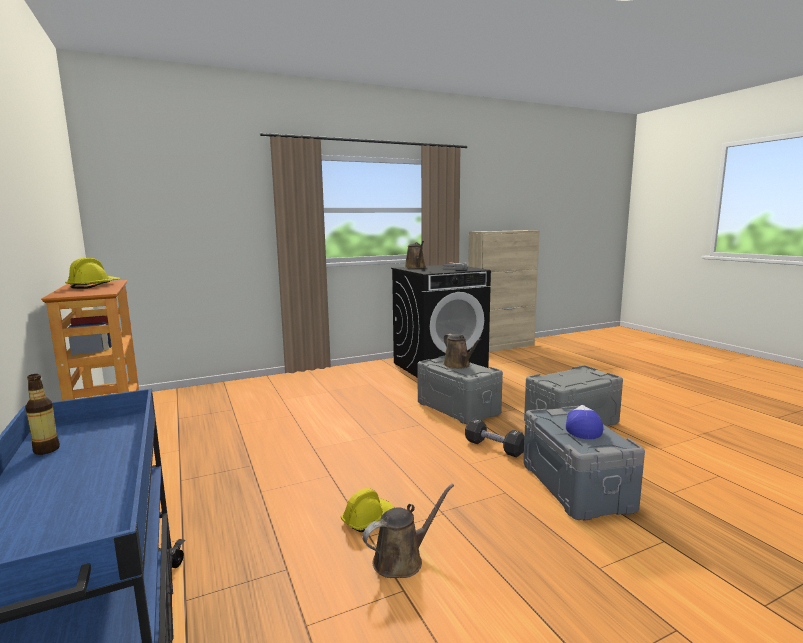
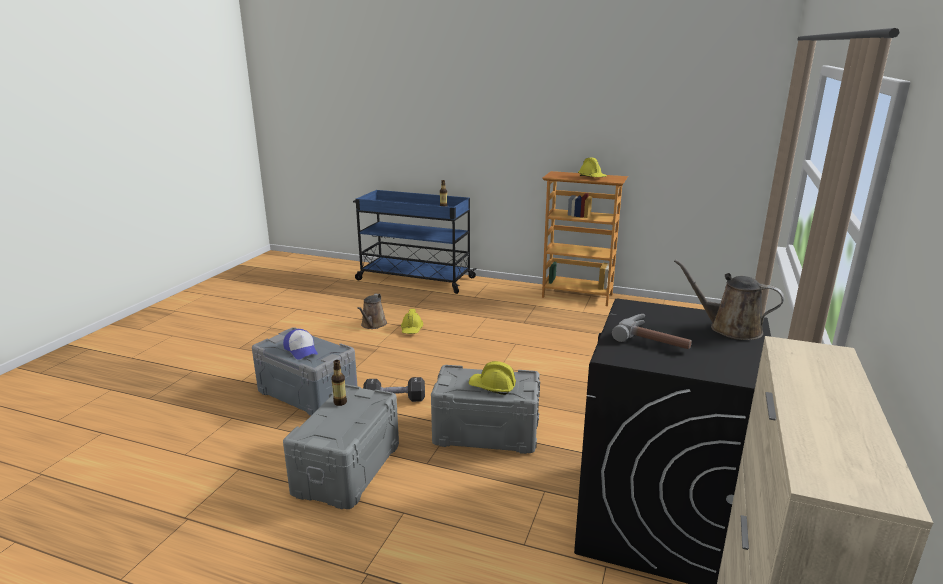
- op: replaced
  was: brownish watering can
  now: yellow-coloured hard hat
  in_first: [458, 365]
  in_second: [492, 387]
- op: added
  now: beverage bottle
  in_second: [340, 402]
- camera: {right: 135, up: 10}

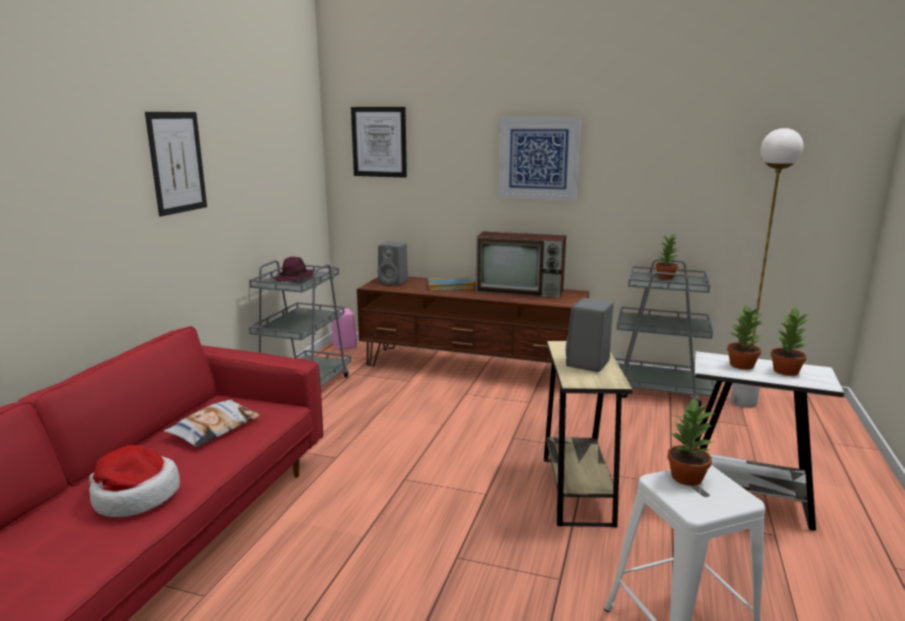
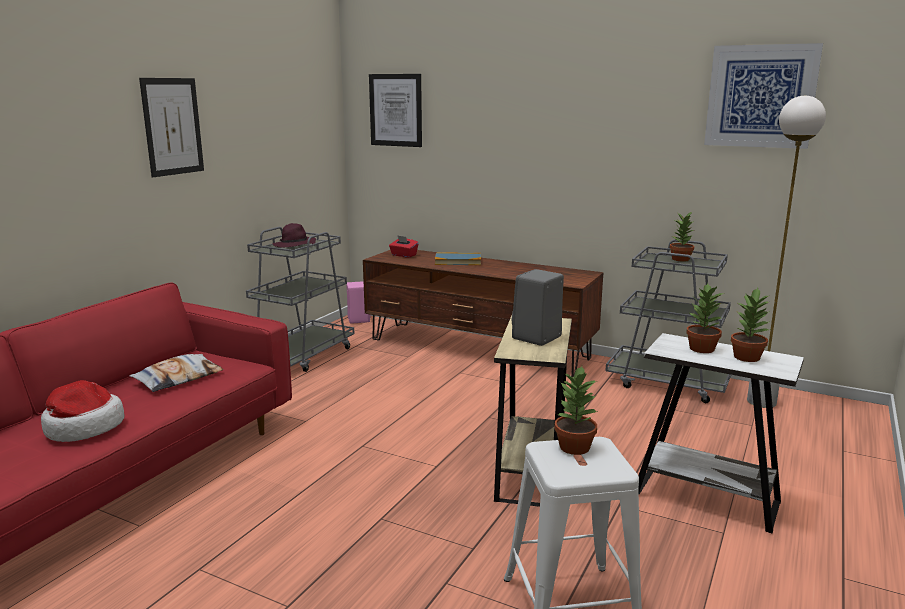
- op: replaced
  was: gray audio speaker
  now: reddish box of tissues
  in_first: [394, 282]
  in_second: [403, 255]
- op: removed
  was: TV set
  in_first: [521, 291]
- op: moved
  was: wall picture
  in_first: [538, 158]
  in_second: [761, 96]
- camera: {right: 10, up: 0}

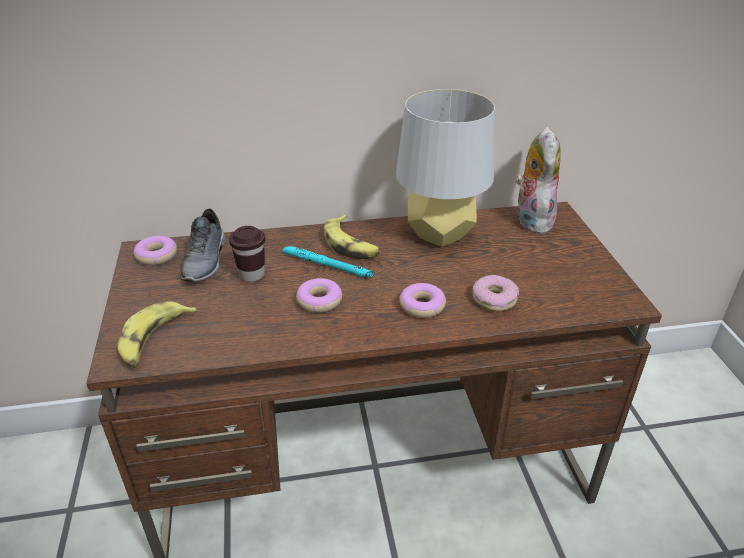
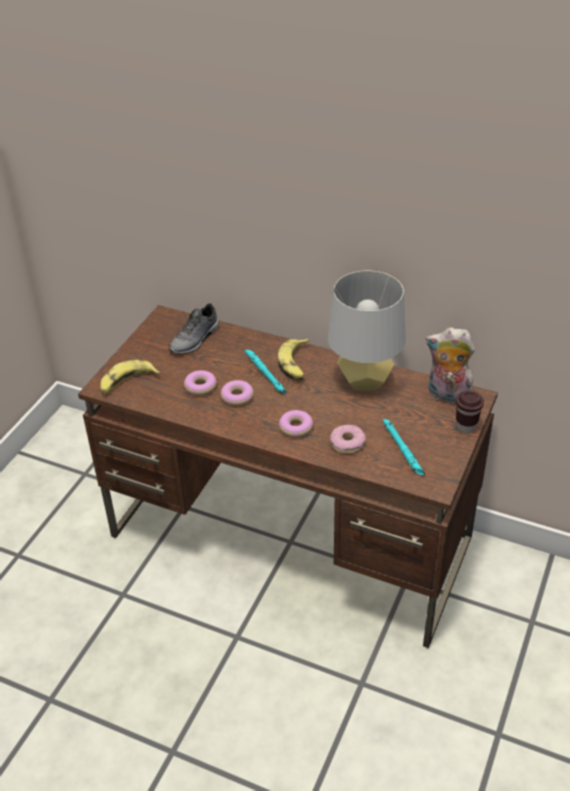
- op: moved
  was: doughnut
  in_first: [157, 256]
  in_second: [200, 387]
- op: moved
  was: brownish small cup
  in_first: [252, 275]
  in_second: [466, 427]
- op: turned
  was: plush toy
  in_first: [531, 220]
  in_second: [447, 396]
  clockwise: -105
- op: added
  now: turquoise-coloured torch
  in_second: [402, 449]
- camera: {right: 35, up: 5}

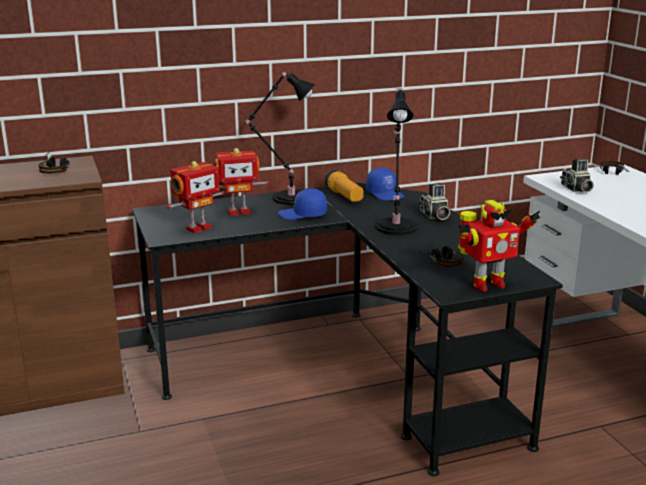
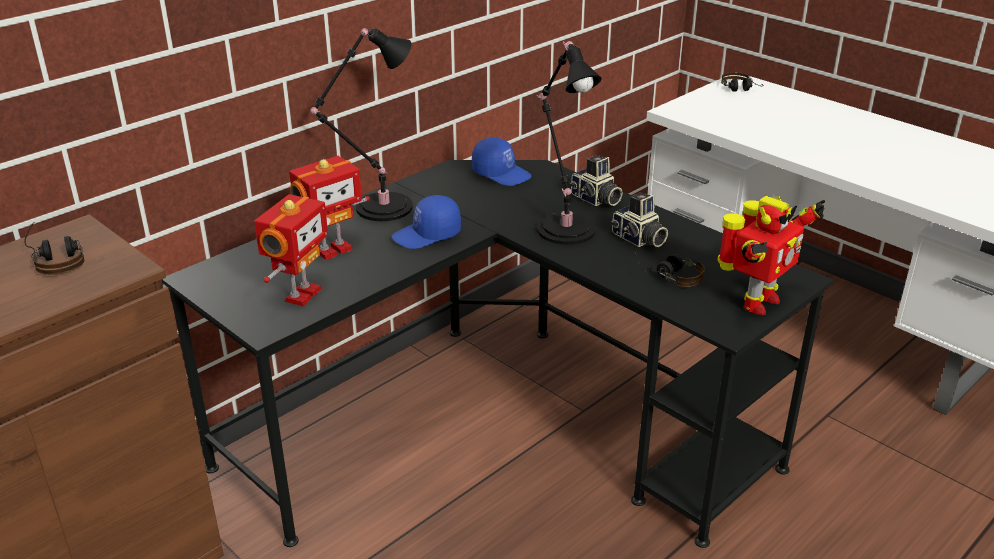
- op: removed
  was: torch
  in_first: [344, 196]
- op: moved
  was: still camera
  in_first: [576, 189]
  in_second: [638, 239]
- camera: {right: -25, up: 10}

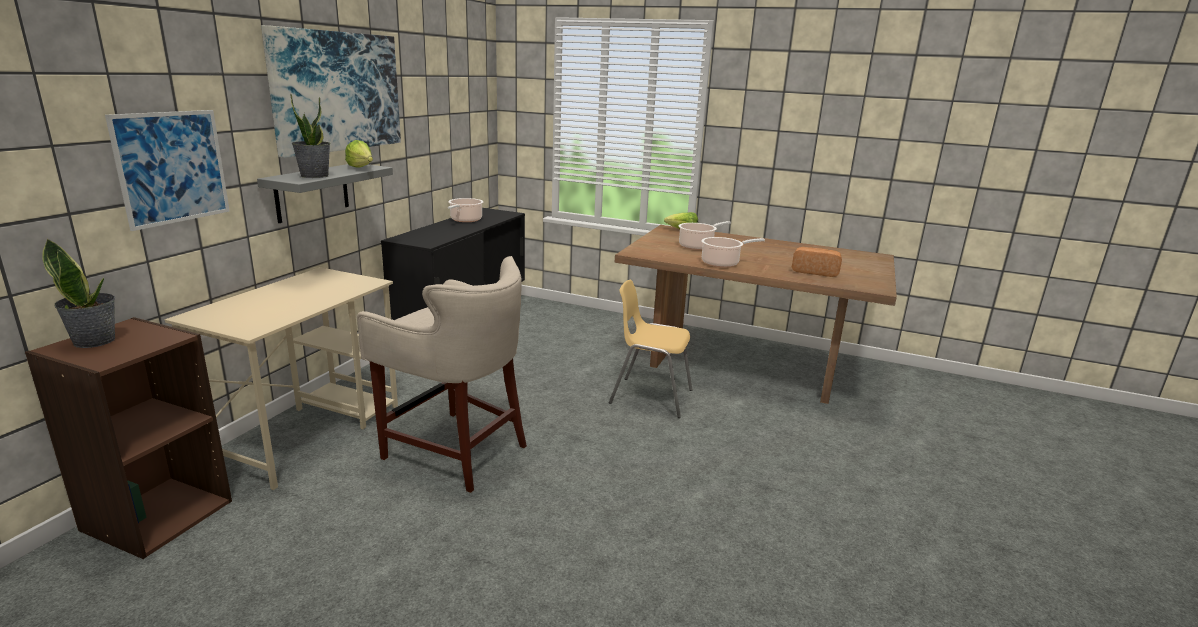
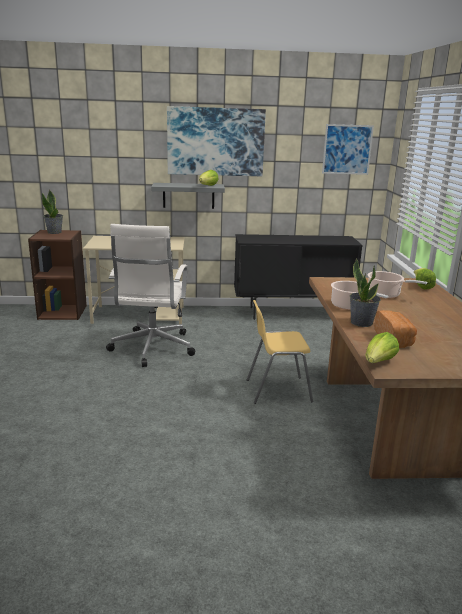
- op: moved
  was: wall picture
  in_first: [172, 167]
  in_second: [347, 149]
- op: moved
  was: houseplant
  in_first: [314, 176]
  in_second: [361, 322]
- op: replaced
  was: beige stool seat
  now: white-coloured office chair
  in_first: [456, 450]
  in_second: [152, 348]
- op: removed
  was: saucepot
  in_first: [465, 220]
- op: turned
  was: yellow-coloured plain chair
  in_first: [650, 396]
  in_second: [277, 390]
  clockwise: -90
- op: added
  now: head of lettuce
  in_second: [378, 363]
- camera: {right: 65, up: 0}

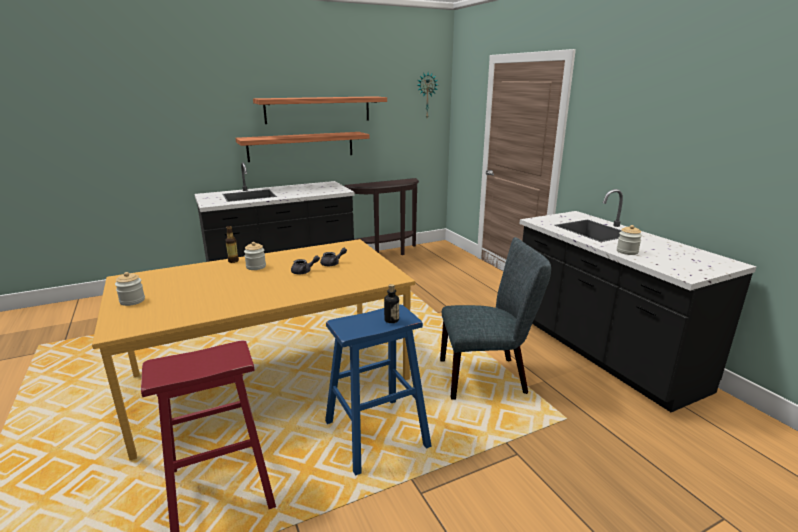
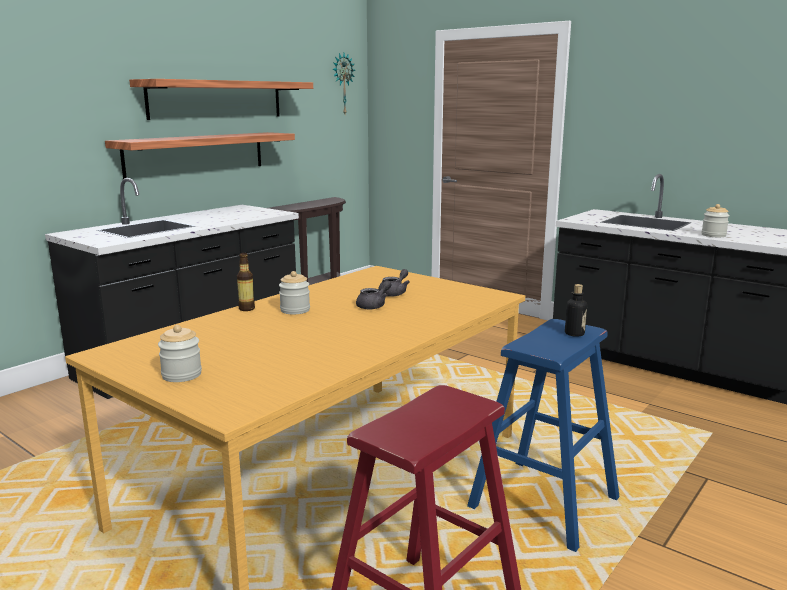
- op: removed
  was: gray plain chair
  in_first: [488, 377]
- camera: {right: -25, up: -5}

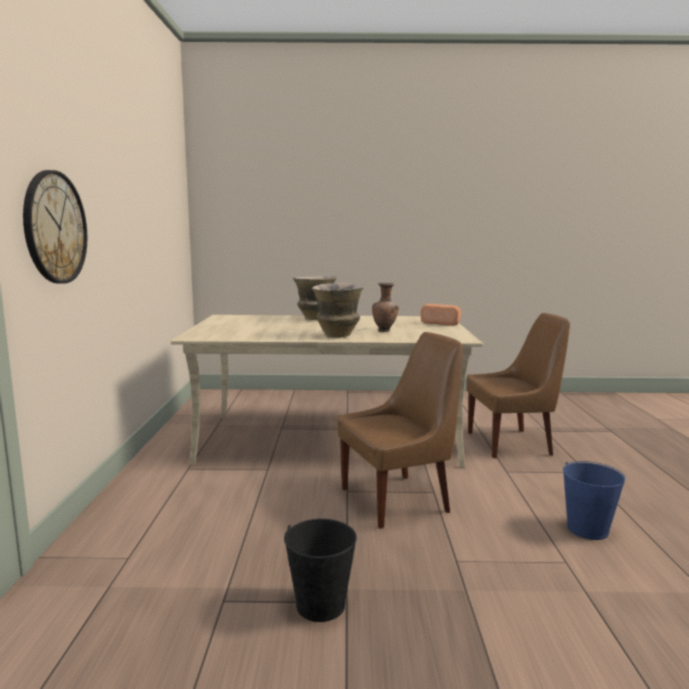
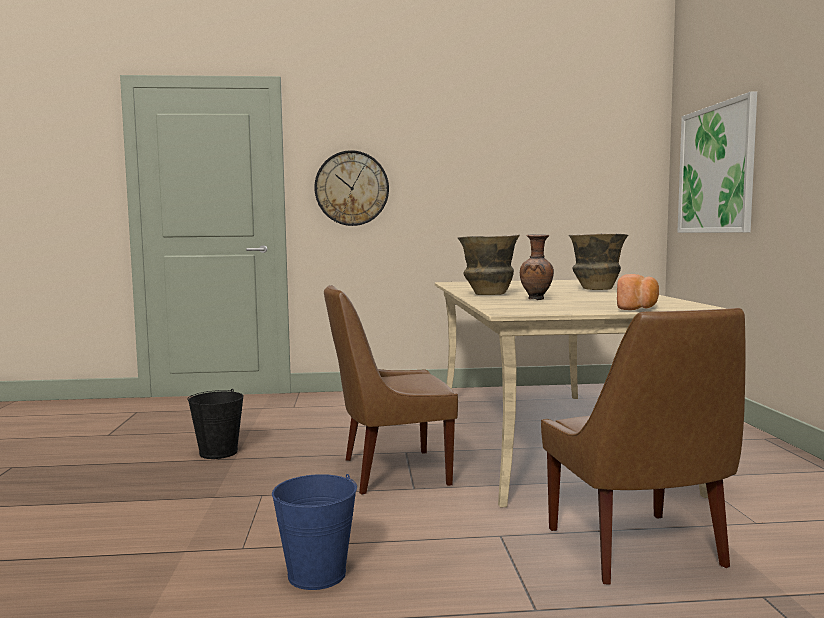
- op: turned
  was: brownish plain chair
  in_first: [398, 499]
  in_second: [390, 472]
  clockwise: 105
- op: added
  now: wall picture
  in_second: [716, 169]
- camera: {right: 85, up: -5}

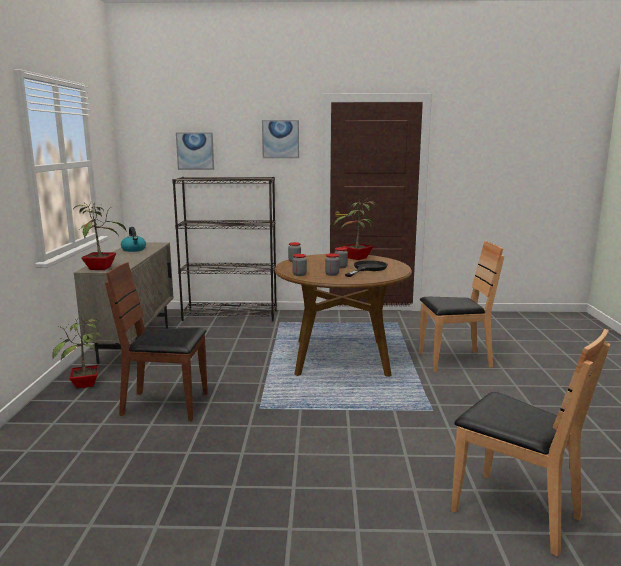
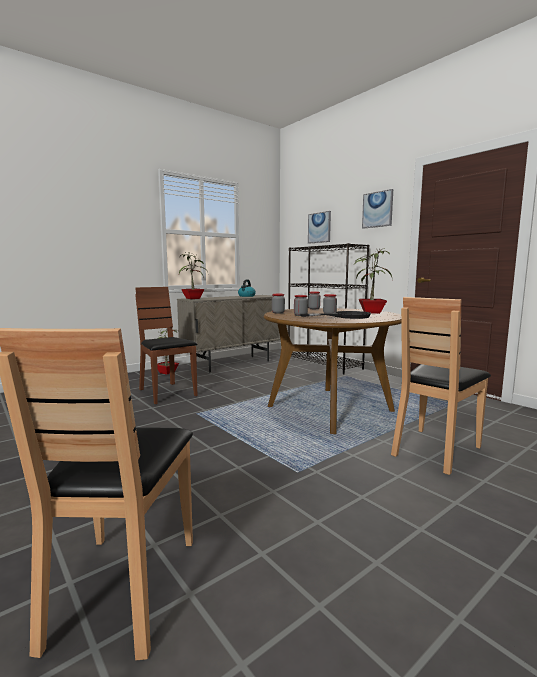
- op: turned
  was: brownish plain chair
  in_first: [454, 360]
  in_second: [435, 450]
  clockwise: 90
- camera: {right: 50, up: -5}

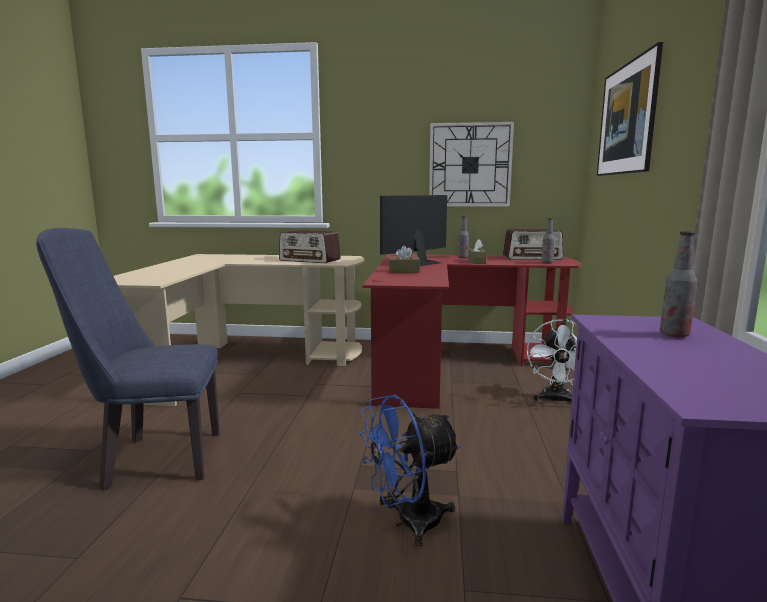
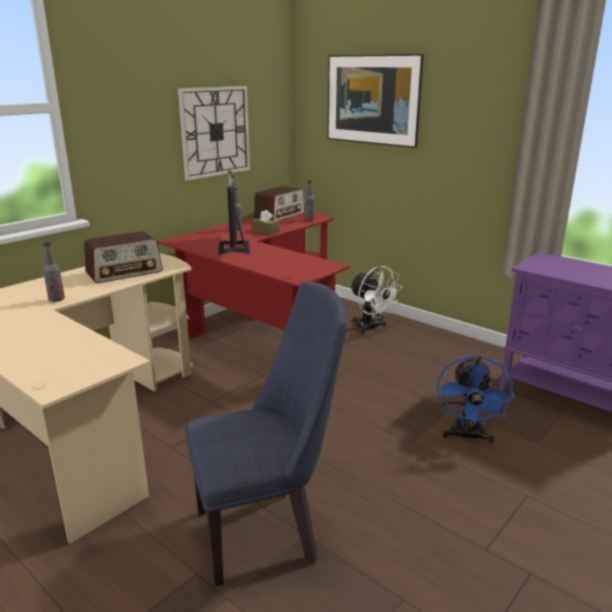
- op: turned
  was: bluish plain chair
  in_first: [153, 459]
  in_second: [266, 531]
  clockwise: -135
- op: removed
  was: brownish box of tissues
  in_first: [404, 271]
- op: moved
  was: beverage bottle
  in_first: [674, 334]
  in_second: [56, 299]
- camera: {right: -55, up: 10}

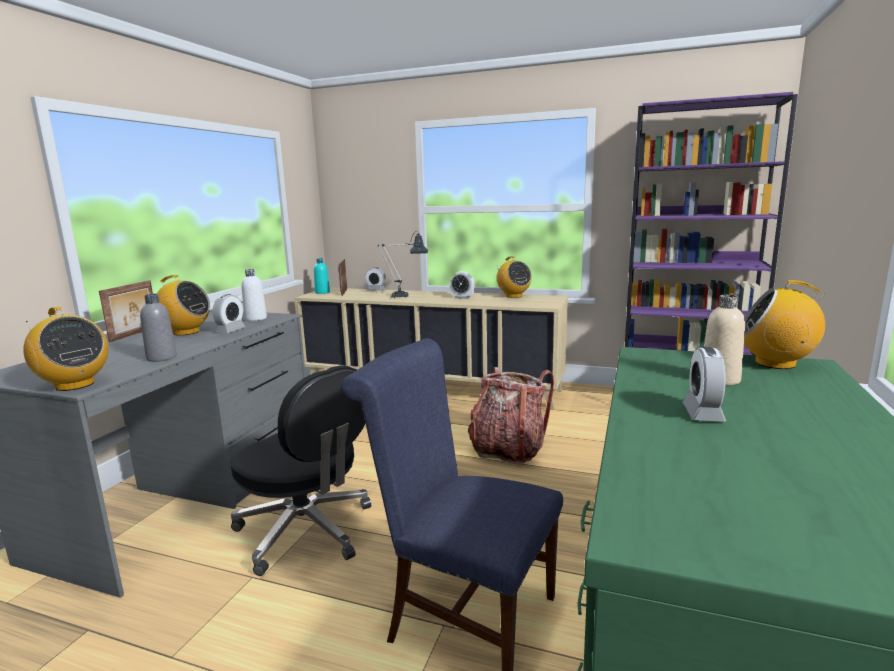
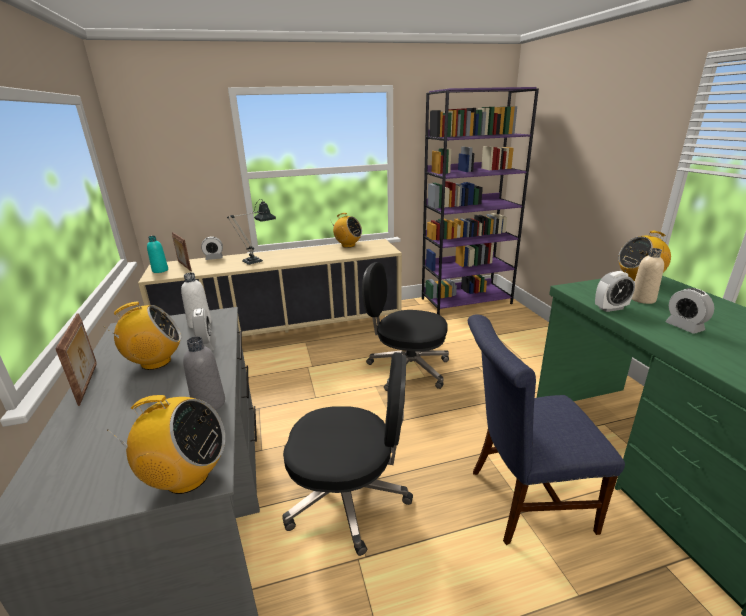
- op: moved
  was: table clock
  in_first: [462, 297]
  in_second: [610, 308]
- op: replaced
  was: knapsack
  now: blackish office chair
  in_first: [508, 449]
  in_second: [406, 369]
- camera: {right: -35, up: 10}

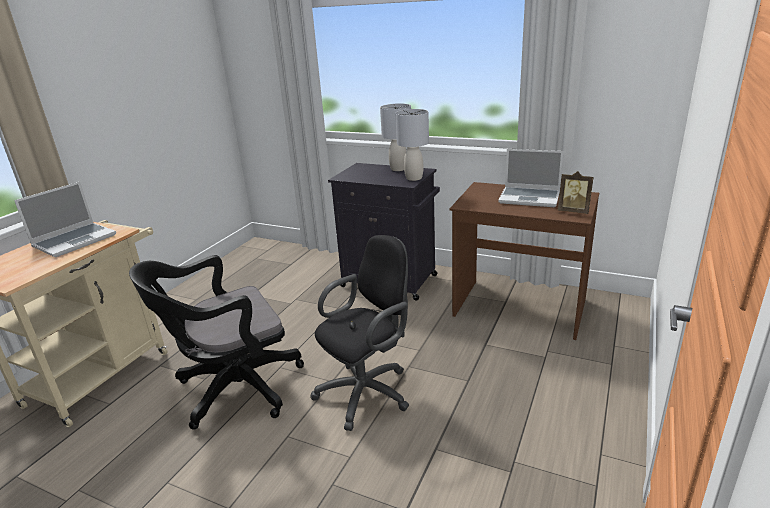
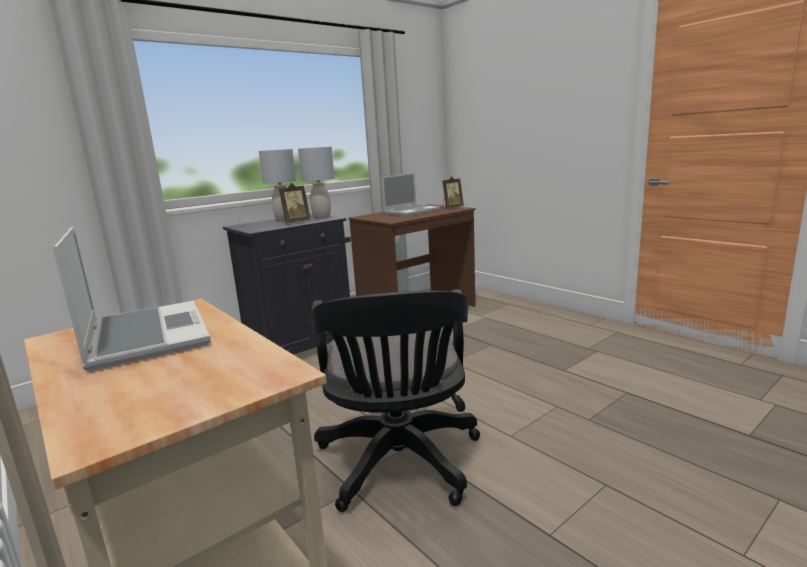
- op: removed
  was: blackish office chair
  in_first: [368, 391]
- op: added
  now: photo frame
  in_second: [295, 222]
- camera: {right: -65, up: -10}

